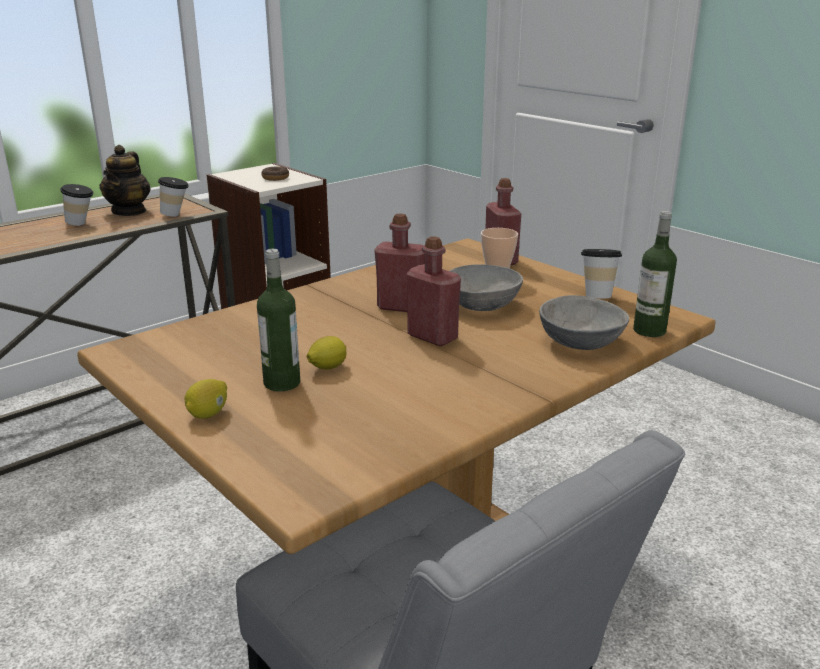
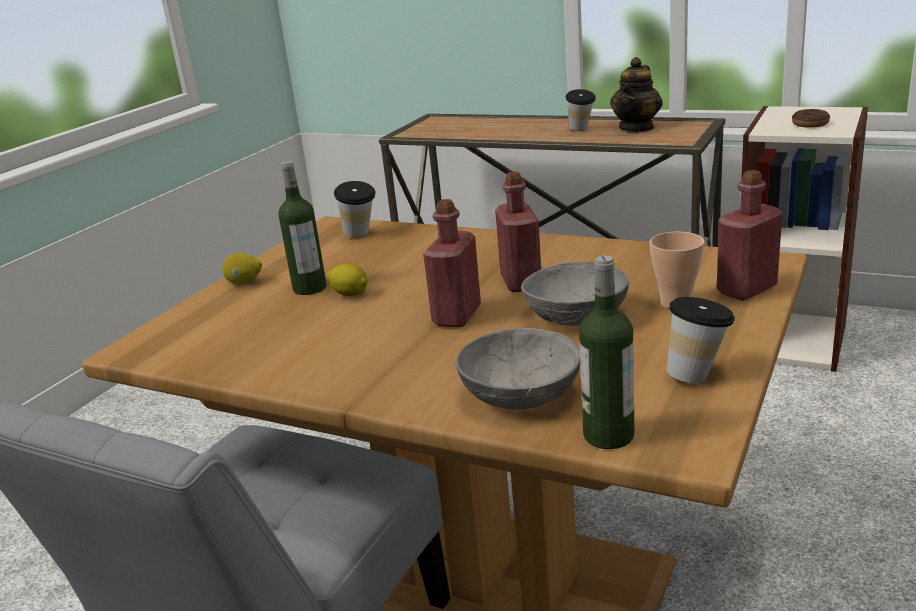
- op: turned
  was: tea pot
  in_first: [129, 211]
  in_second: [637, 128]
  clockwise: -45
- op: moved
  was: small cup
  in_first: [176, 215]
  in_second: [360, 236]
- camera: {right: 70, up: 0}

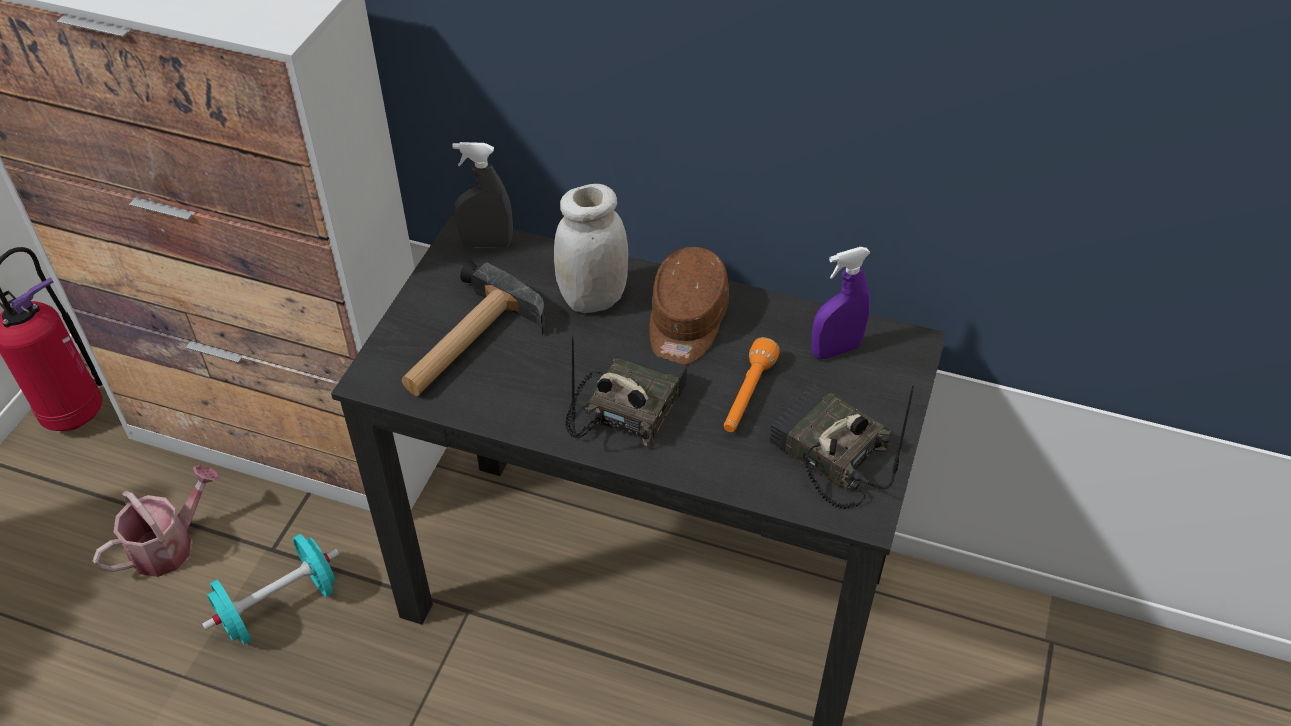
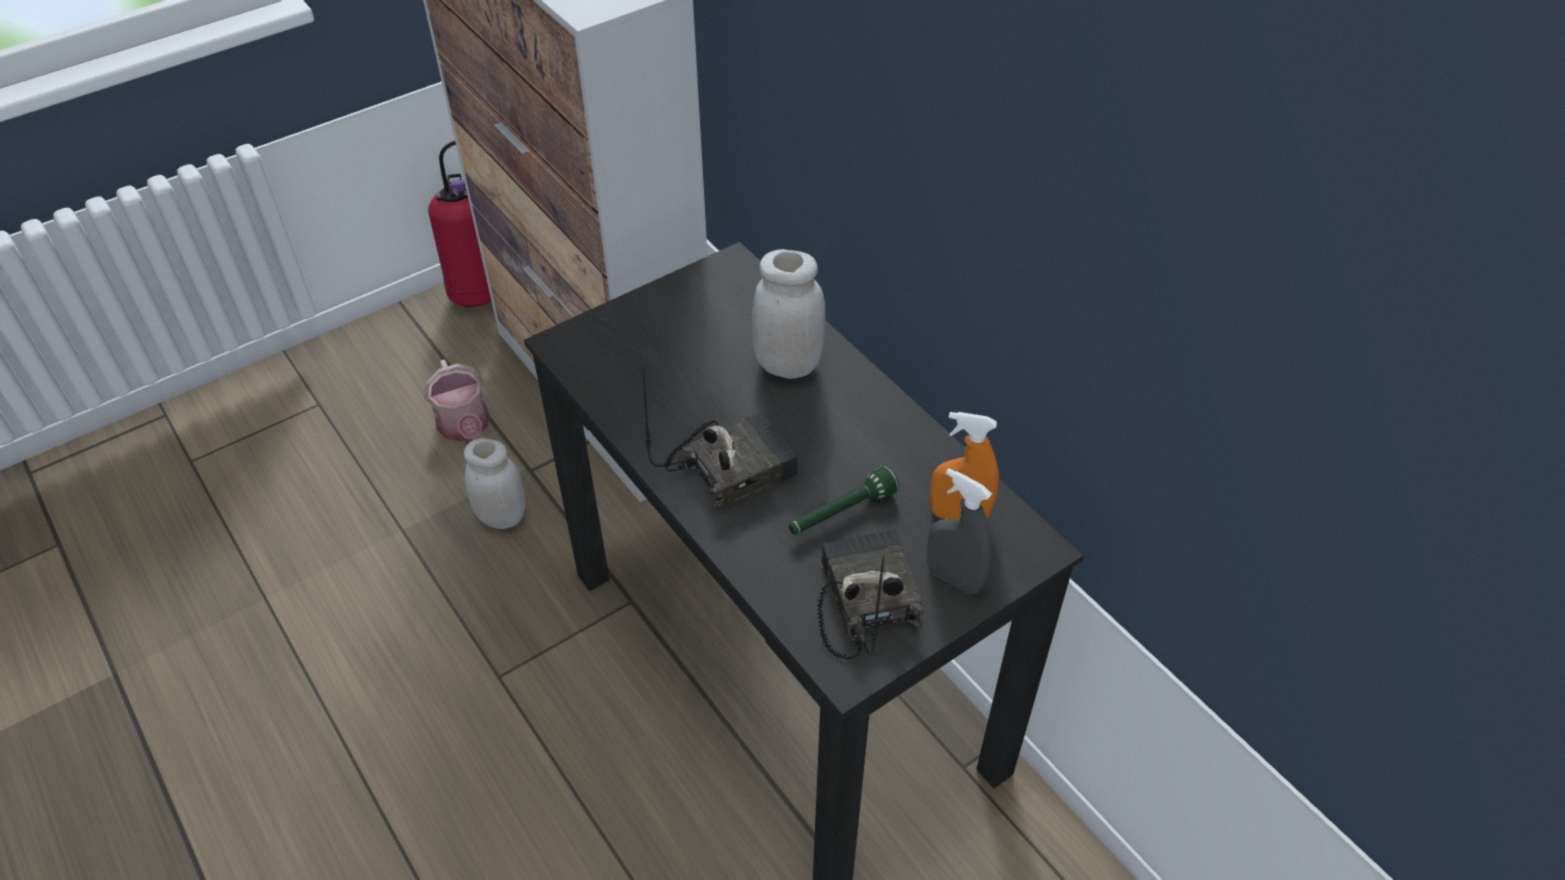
- op: turned
  was: watering can
  in_first: [169, 545]
  in_second: [465, 428]
  clockwise: 75
- op: replaced
  was: turquoise-coloured dumbbell
  now: white-coloured preserve jar
  in_first: [279, 606]
  in_second: [502, 516]
- op: removed
  was: tool hammer
  in_first: [467, 344]
- op: moved
  was: gray spray bottle
  in_first: [487, 243]
  in_second: [954, 578]
- op: removed
  was: brownish cap
  in_first: [686, 323]
- op: recoloured
  was: orangey torch
  now: greenish torch
  in_first: [747, 396]
  in_second: [841, 513]
- op: recoloured
  was: purple spray bottle
  now: orangey spray bottle
  in_first: [835, 350]
  in_second: [959, 515]
- camera: {right: 35, up: 0}

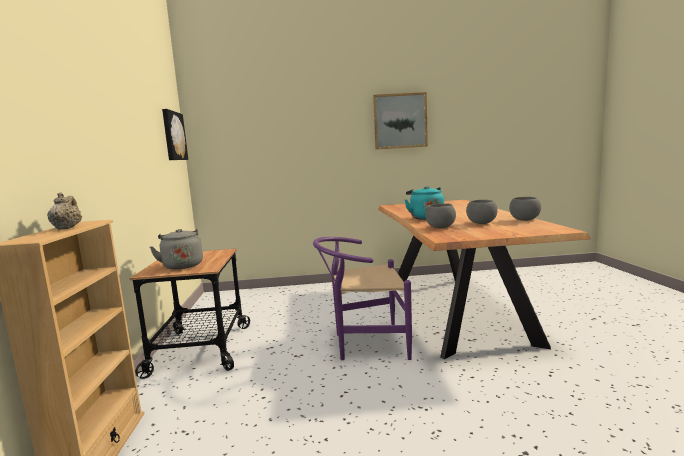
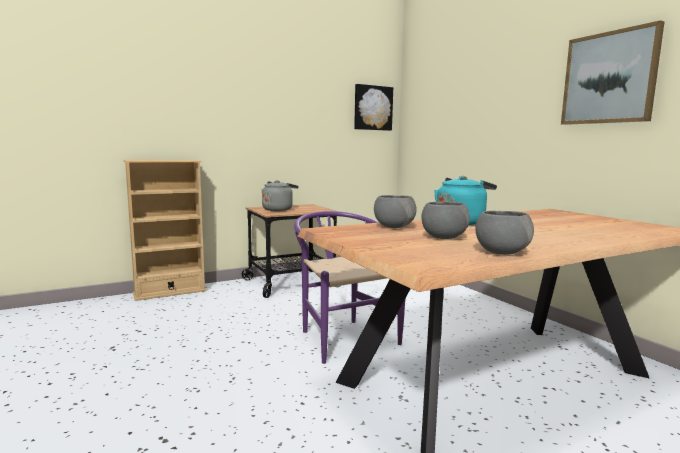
- op: removed
  was: beige tea pot
  in_first: [67, 228]
- camera: {right: 65, up: 0}

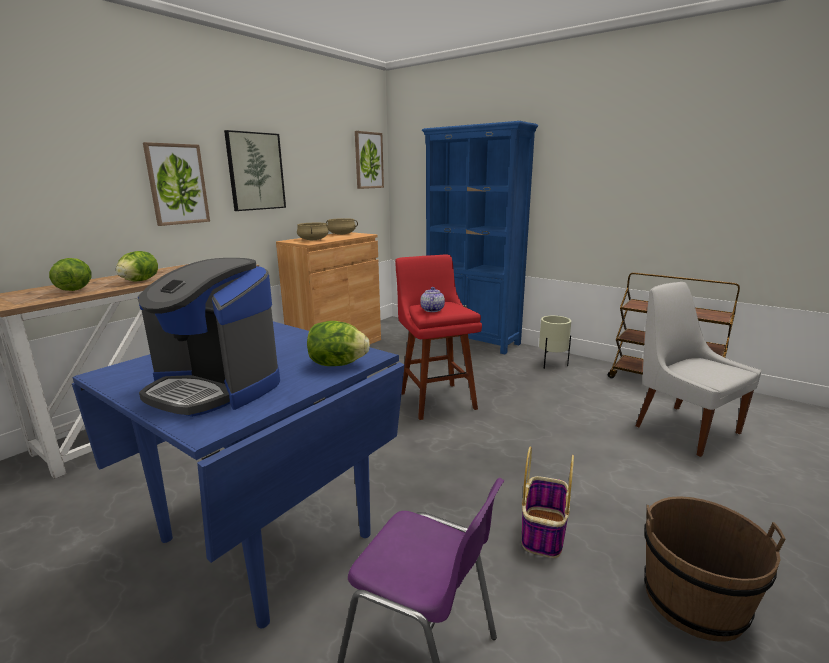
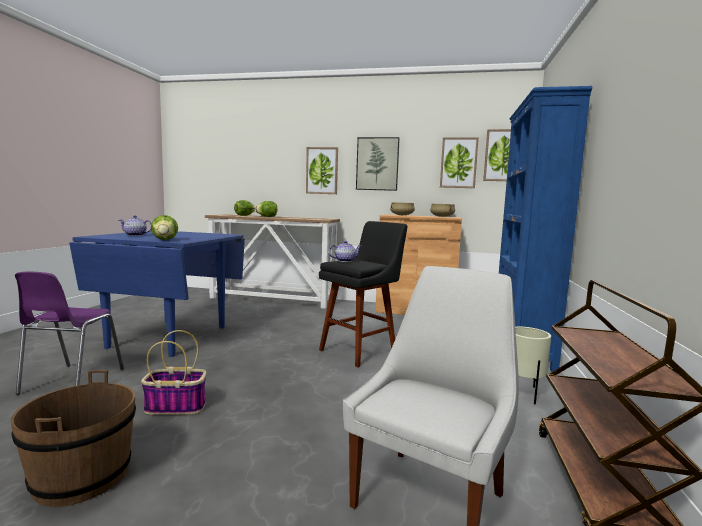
- op: replaced
  was: coffee brewer
  now: tea pot
  in_first: [215, 388]
  in_second: [135, 235]
- op: recoloured
  was: reddish stool seat
  now: blackish stool seat
  in_first: [436, 399]
  in_second: [361, 350]
- op: added
  now: wall picture
  in_second: [458, 163]
- camera: {right: 65, up: -10}

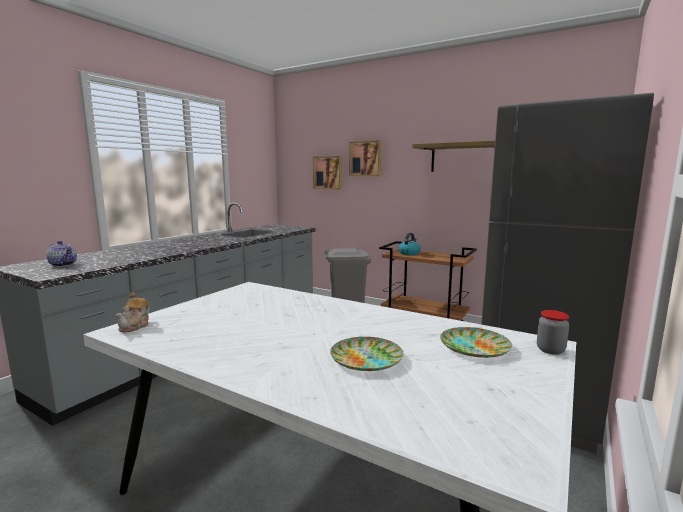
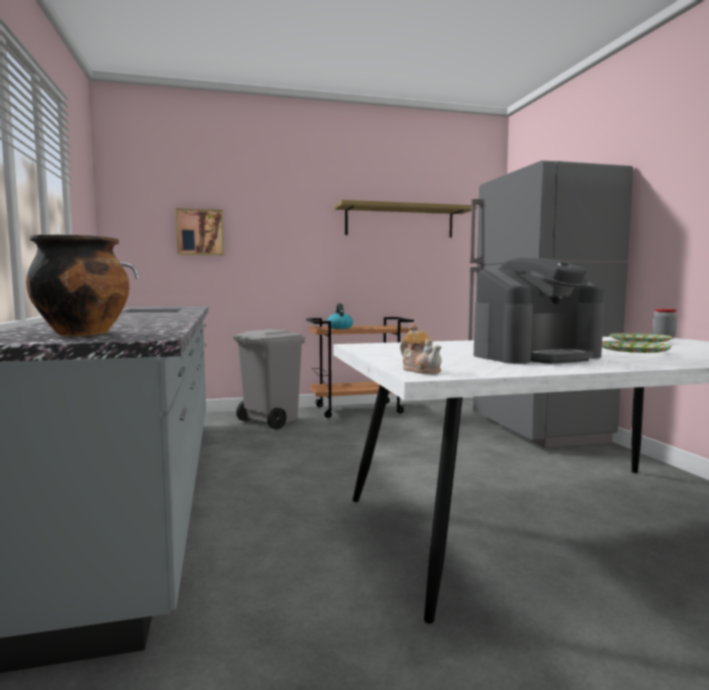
- op: replaced
  was: tea pot
  now: saucepot
  in_first: [64, 265]
  in_second: [83, 333]
- op: removed
  was: wall picture
  in_first: [365, 159]
- op: added
  now: coffee brewer
  in_second: [535, 356]
- camera: {right: -45, up: -5}

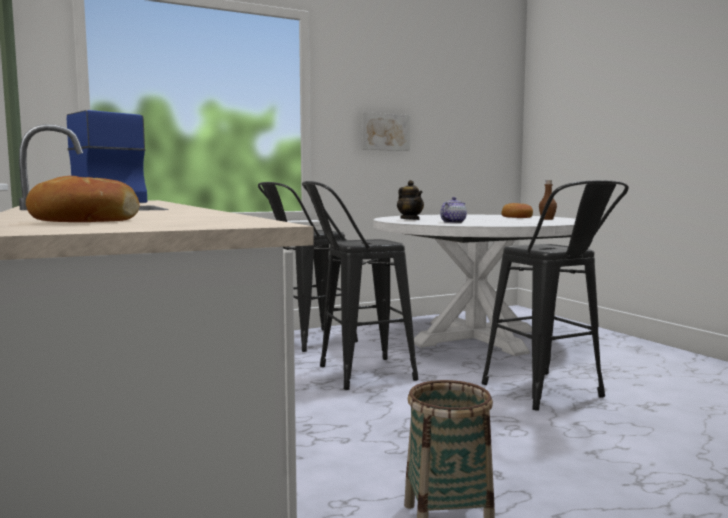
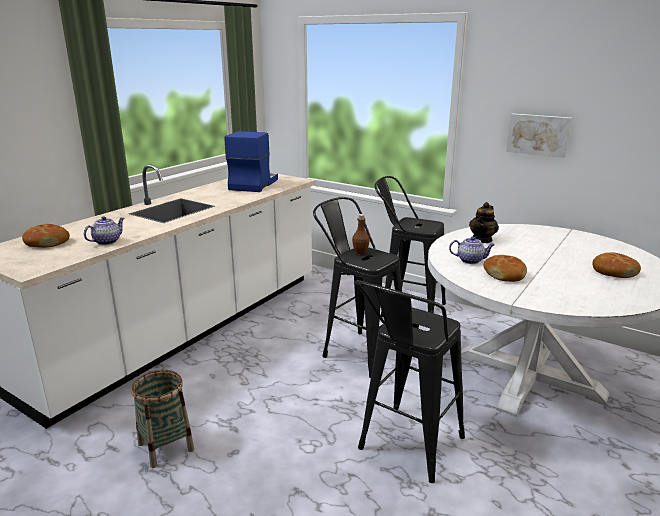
- op: moved
  was: brownish beverage bottle
  in_first: [547, 219]
  in_second: [360, 252]
- op: added
  now: tea pot
  in_second: [107, 241]
- op: added
  now: baked bread
  in_second: [504, 274]
- camera: {right: 60, up: 15}

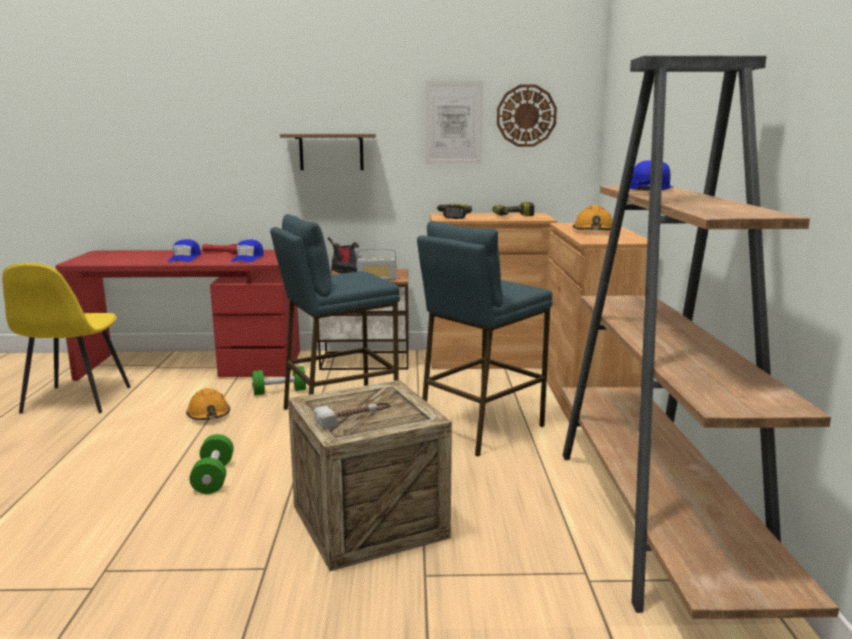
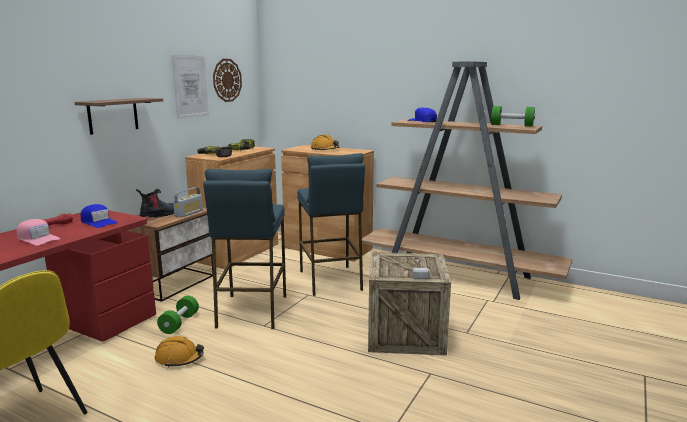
- op: recoloured
  was: bluish cap
  now: pink cap
  in_first: [185, 258]
  in_second: [37, 239]
- op: moved
  was: greenish dumbbell
  in_first: [213, 477]
  in_second: [512, 125]
- camera: {right: -60, up: 0}

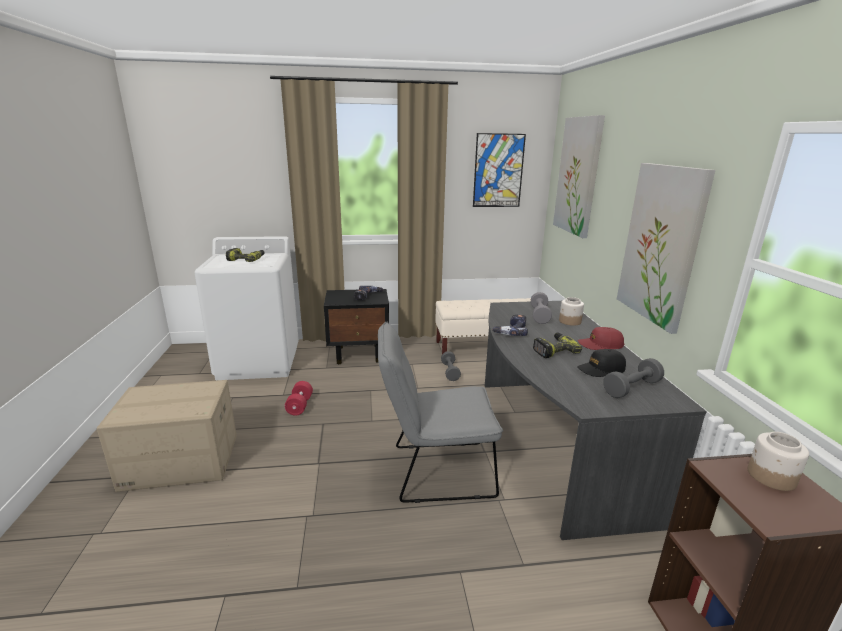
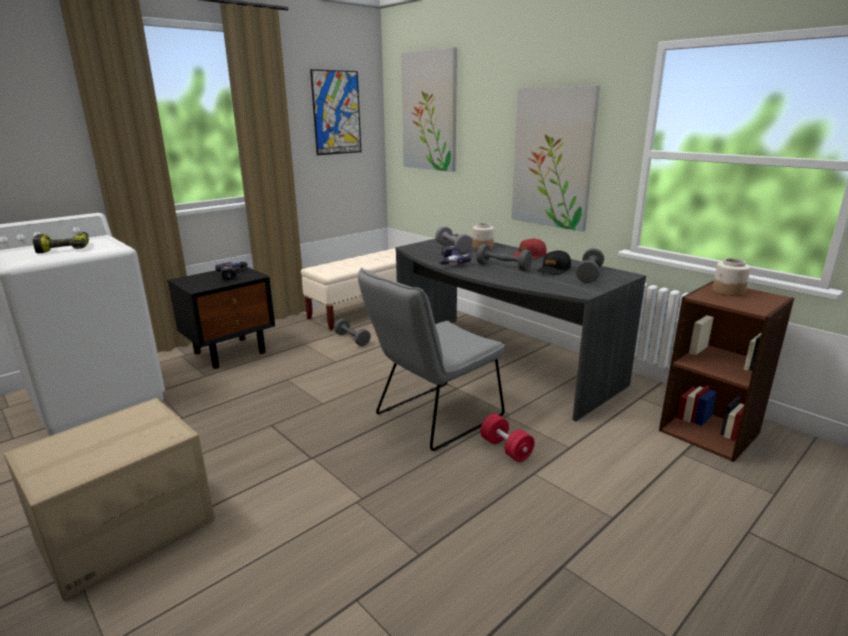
- op: moved
  was: reddish dumbbell
  in_first: [299, 406]
  in_second: [506, 449]
- op: replaced
  was: drill
  now: gray dumbbell
  in_first: [553, 350]
  in_second: [503, 267]
- camera: {right: -35, up: 0}

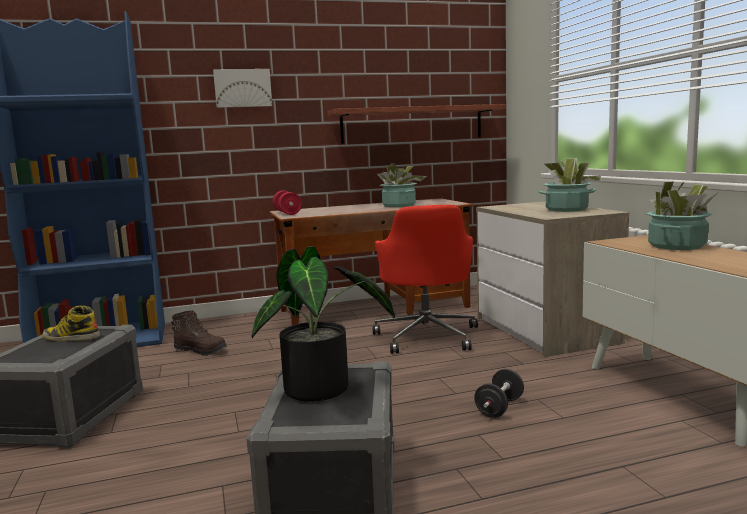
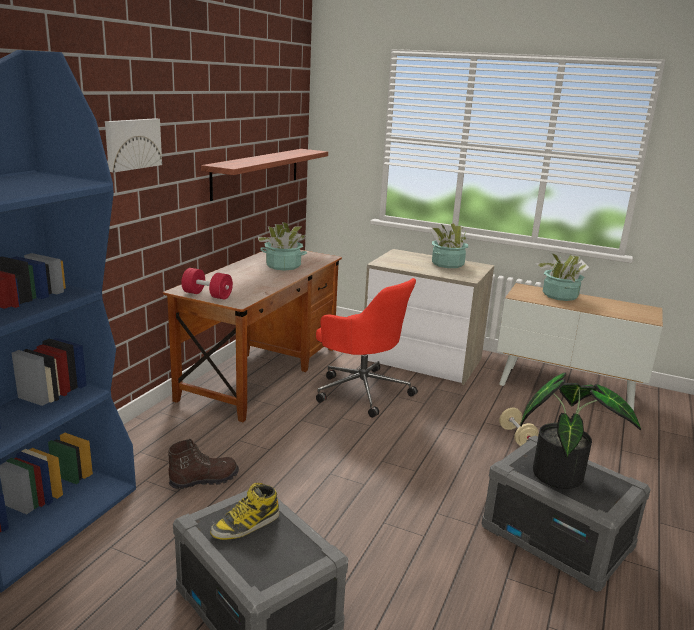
- op: recoloured
  was: blackish dumbbell
  now: beige dumbbell
  in_first: [499, 408]
  in_second: [516, 437]
- camera: {right: -50, up: 10}

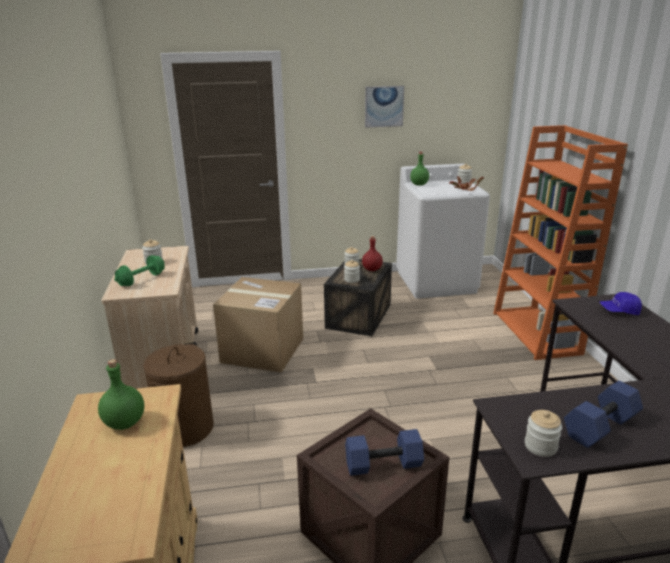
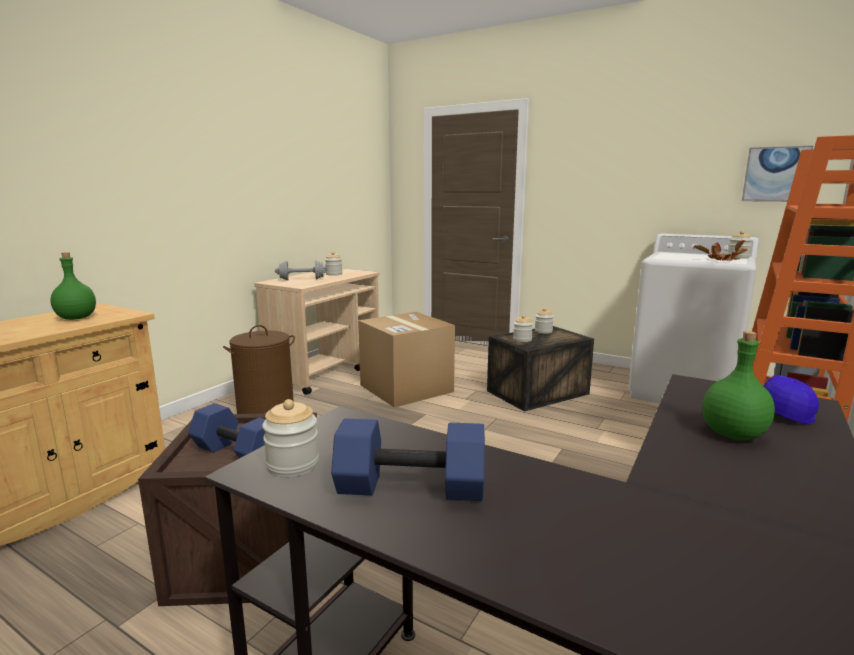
- op: recoloured
  was: greenish dumbbell
  now: gray dumbbell
  in_first: [141, 280]
  in_second: [302, 279]
- op: removed
  was: reddish beverage bottle
  in_first: [371, 269]
- op: moved
  was: wall picture
  in_first: [384, 106]
  in_second: [776, 174]
- op: moved
  was: greenish beverage bottle
  in_first: [419, 184]
  in_second: [734, 434]
- camera: {right: 40, up: -10}

